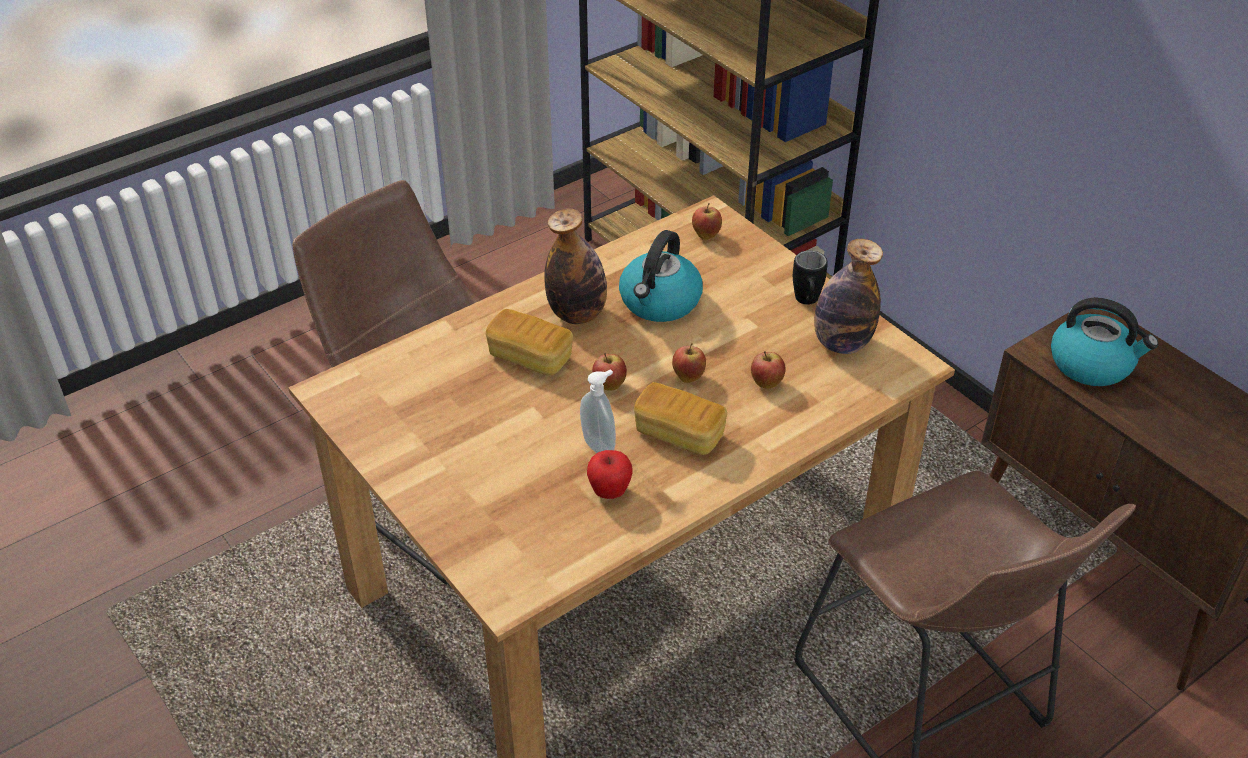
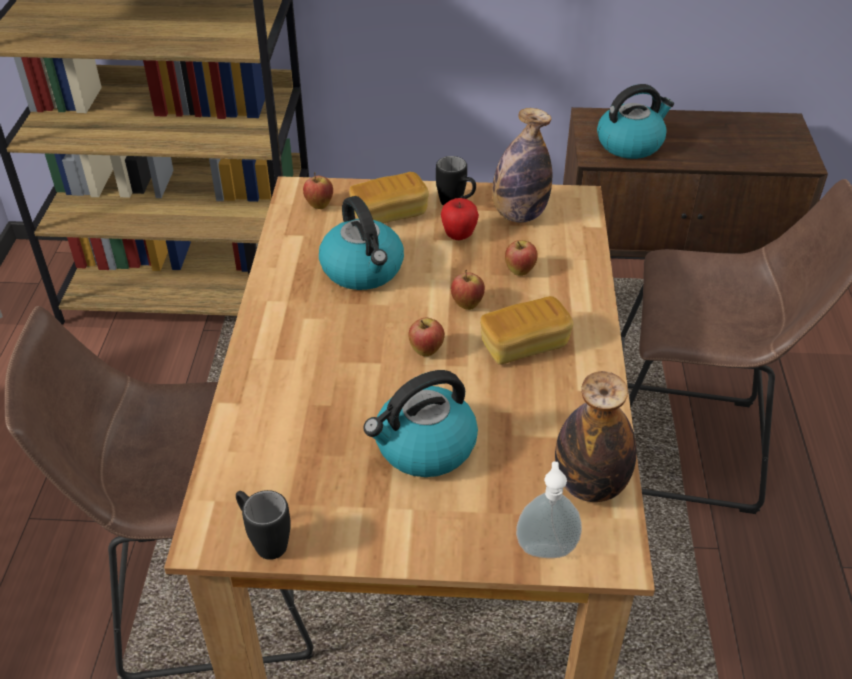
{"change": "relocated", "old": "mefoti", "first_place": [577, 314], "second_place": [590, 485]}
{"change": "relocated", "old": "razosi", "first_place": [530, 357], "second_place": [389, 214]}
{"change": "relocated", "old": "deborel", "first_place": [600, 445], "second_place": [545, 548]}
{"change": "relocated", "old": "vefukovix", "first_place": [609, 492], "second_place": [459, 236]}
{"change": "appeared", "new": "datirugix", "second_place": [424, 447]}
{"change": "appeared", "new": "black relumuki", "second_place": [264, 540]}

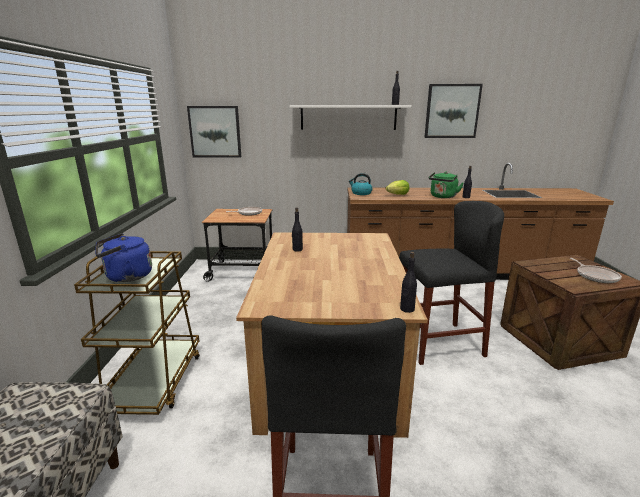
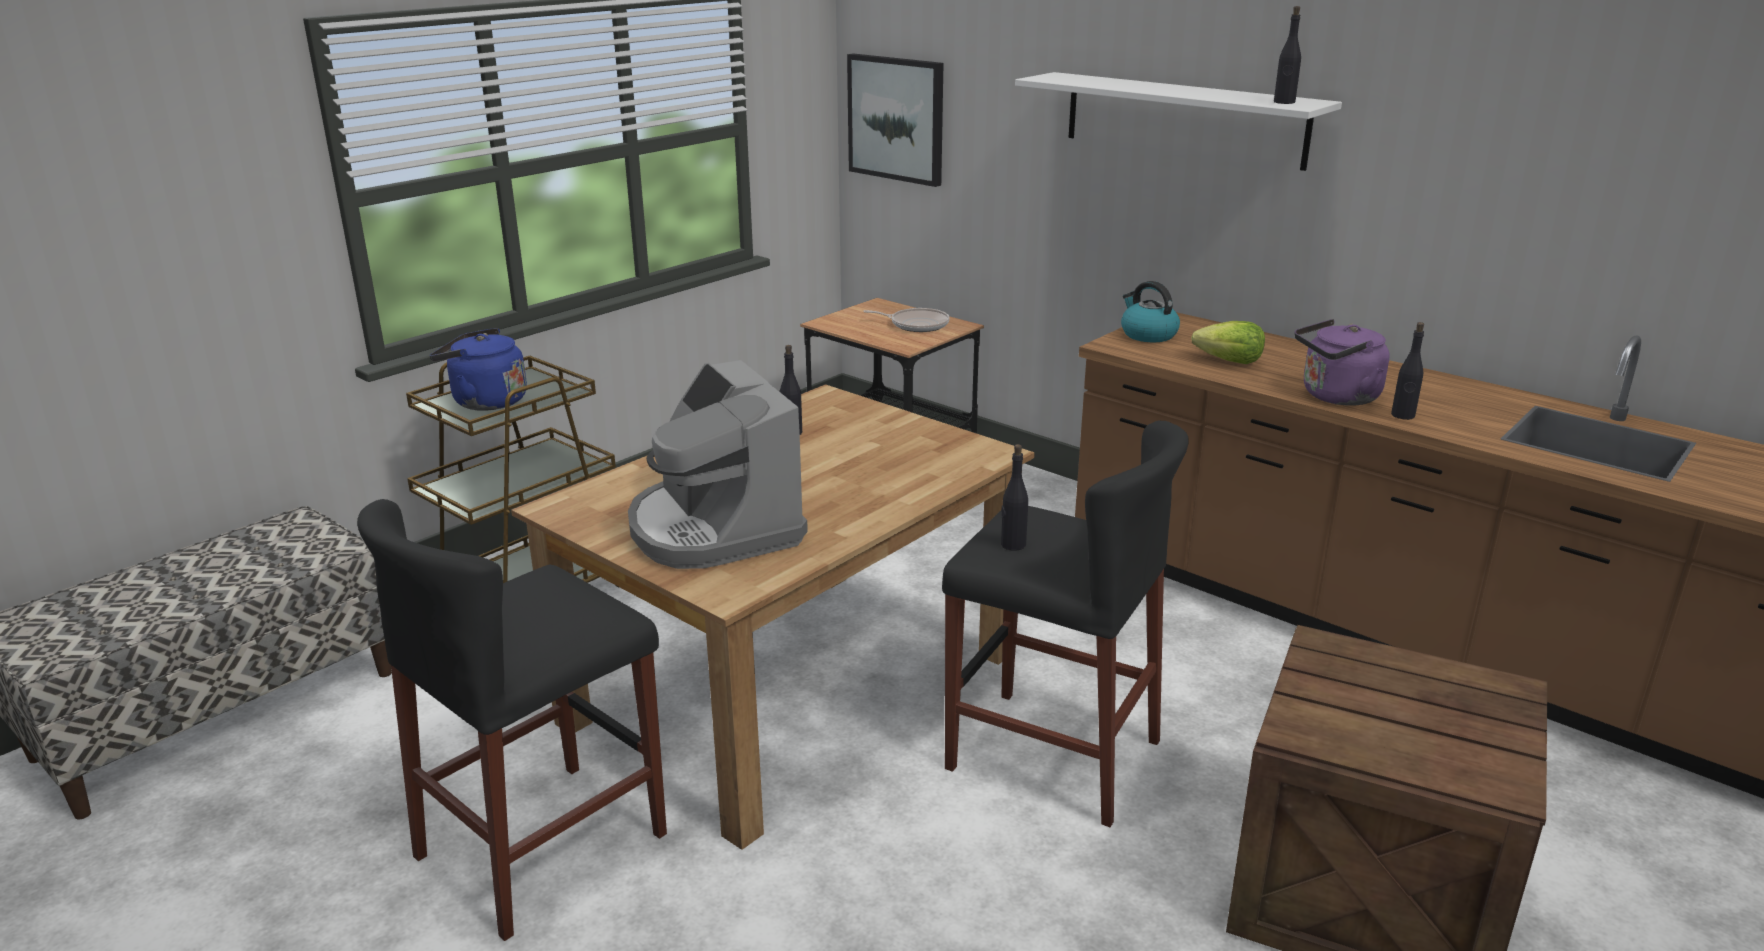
{"change": "missing", "old": "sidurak", "first_place": [452, 111]}
{"change": "colour", "old": "green datirugix", "new": "purple datirugix", "first_place": [442, 197], "second_place": [1336, 397]}
{"change": "relocated", "old": "black mefoti", "first_place": [407, 309], "second_place": [1012, 545]}
{"change": "missing", "old": "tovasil", "first_place": [595, 276]}
{"change": "appeared", "new": "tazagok", "second_place": [714, 528]}

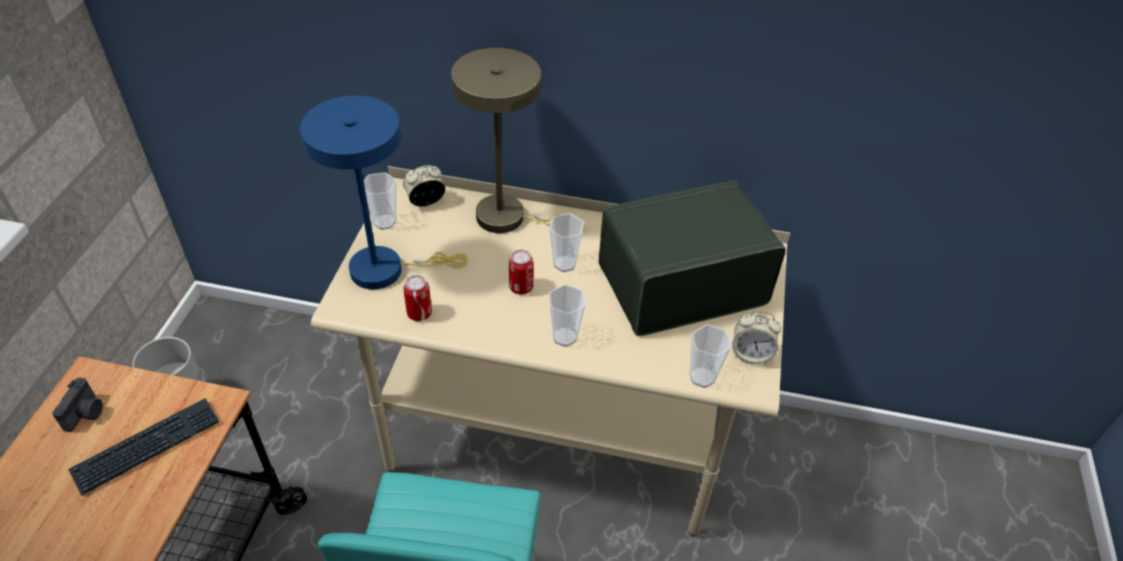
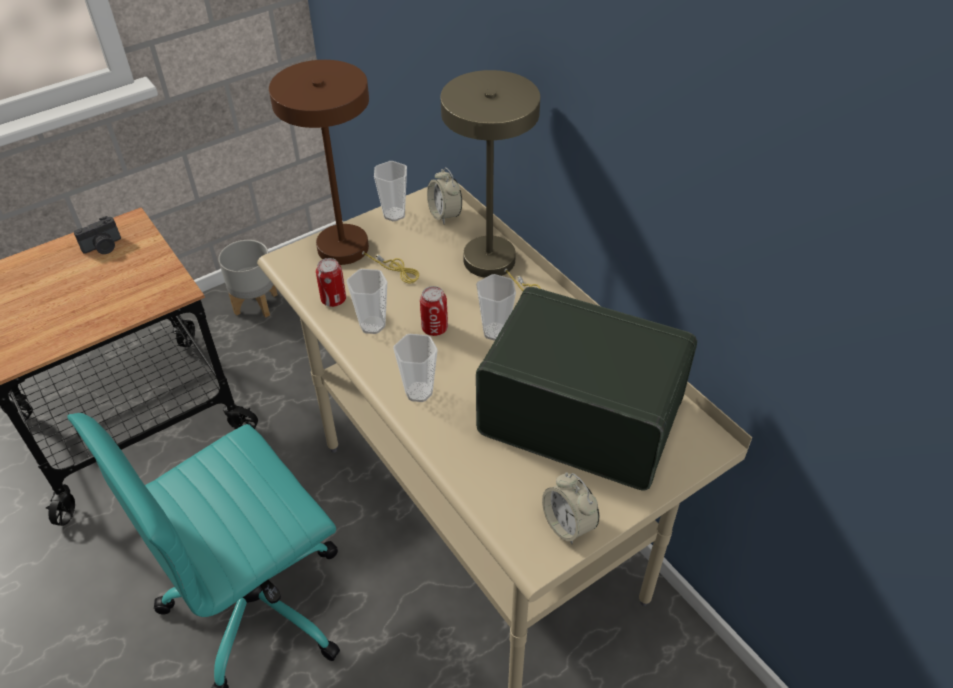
{"change": "colour", "old": "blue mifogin", "new": "brown mifogin", "first_place": [386, 269], "second_place": [352, 251]}
{"change": "spun", "old": "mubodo", "first_place": [425, 201], "second_place": [445, 215], "degrees": -135}
{"change": "relocated", "old": "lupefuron", "first_place": [702, 377], "second_place": [372, 325]}
{"change": "missing", "old": "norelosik", "first_place": [147, 447]}

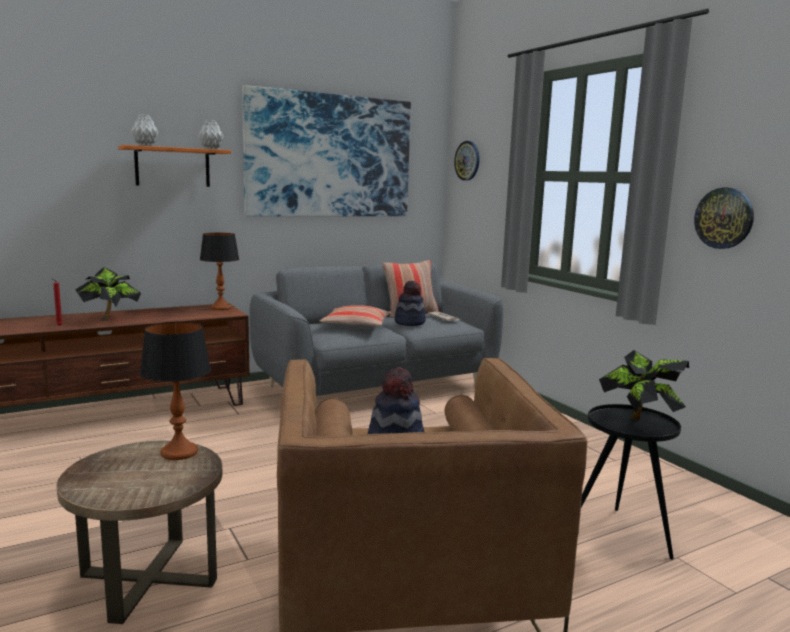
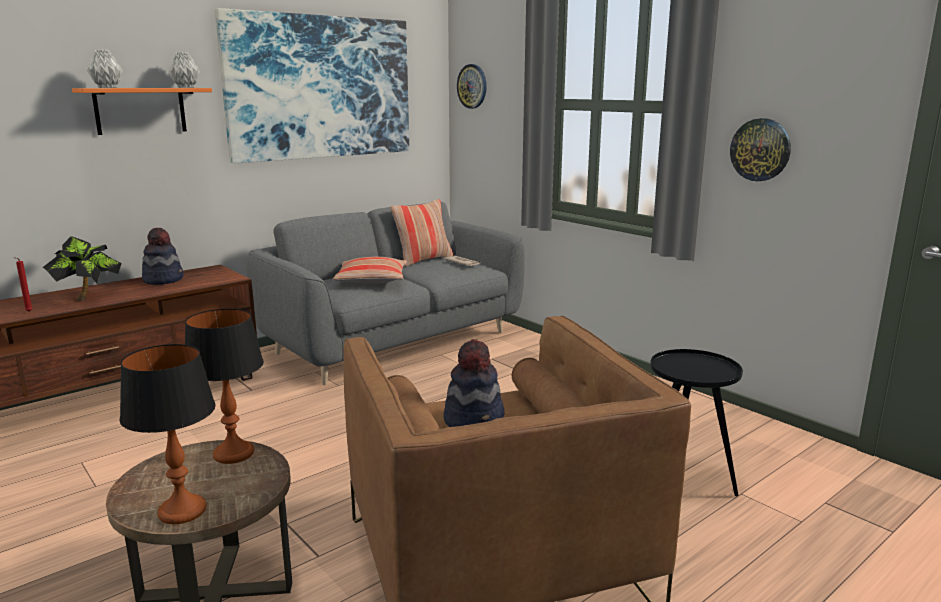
{"change": "relocated", "old": "mifogin", "first_place": [220, 308], "second_place": [181, 511]}
{"change": "relocated", "old": "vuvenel", "first_place": [410, 322], "second_place": [163, 280]}
{"change": "missing", "old": "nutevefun", "first_place": [639, 422]}

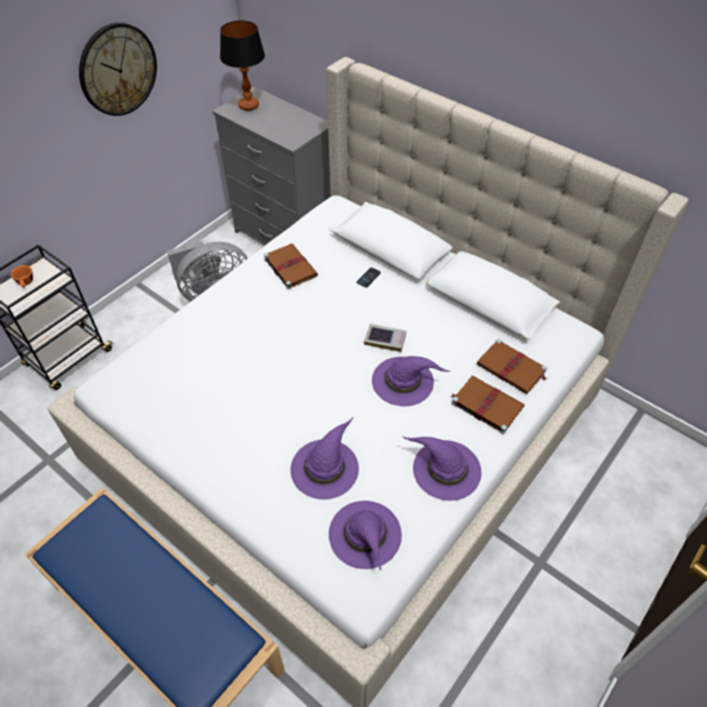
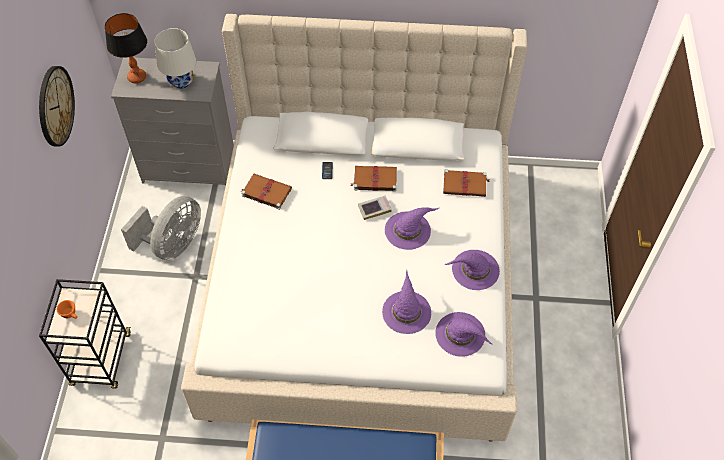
{"change": "relocated", "old": "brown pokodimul", "first_place": [486, 405], "second_place": [374, 179]}
{"change": "appeared", "new": "white mifogin", "second_place": [181, 81]}

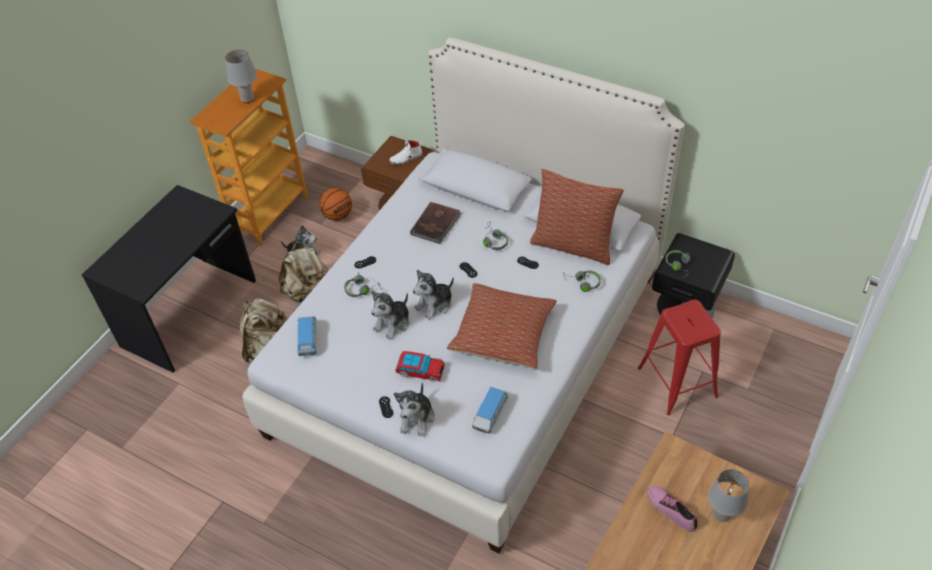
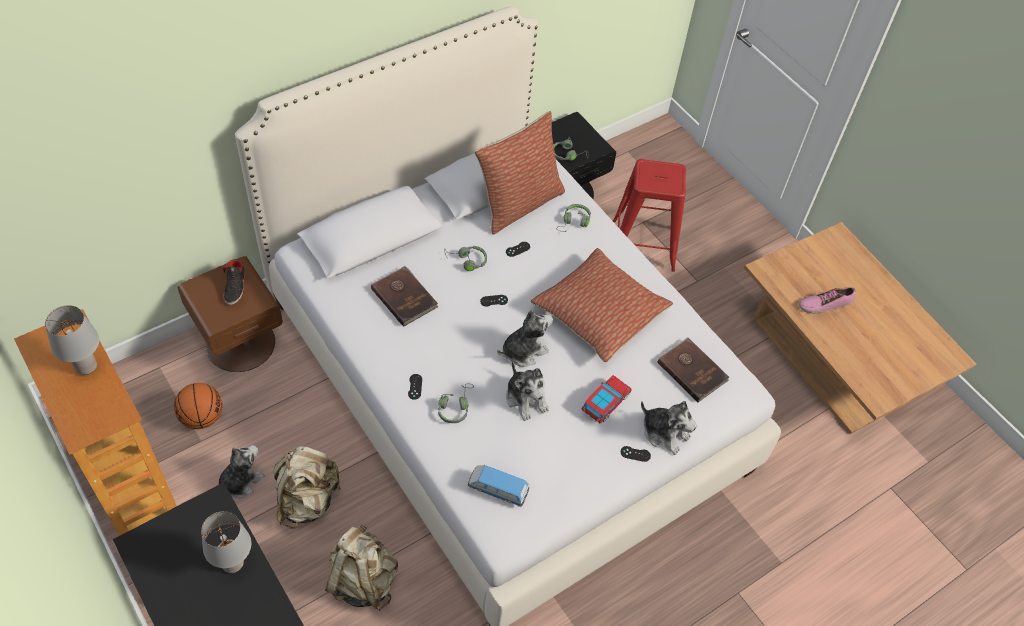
{"change": "colour", "old": "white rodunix", "new": "black rodunix", "first_place": [406, 159], "second_place": [235, 287]}
{"change": "spun", "old": "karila", "first_place": [435, 304], "second_place": [523, 350], "degrees": -105}
{"change": "exchanged", "old": "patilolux", "new": "brown pokodimul", "first_place": [490, 414], "second_place": [692, 370]}
{"change": "relocated", "old": "grey mifogin", "first_place": [721, 514], "second_place": [233, 563]}

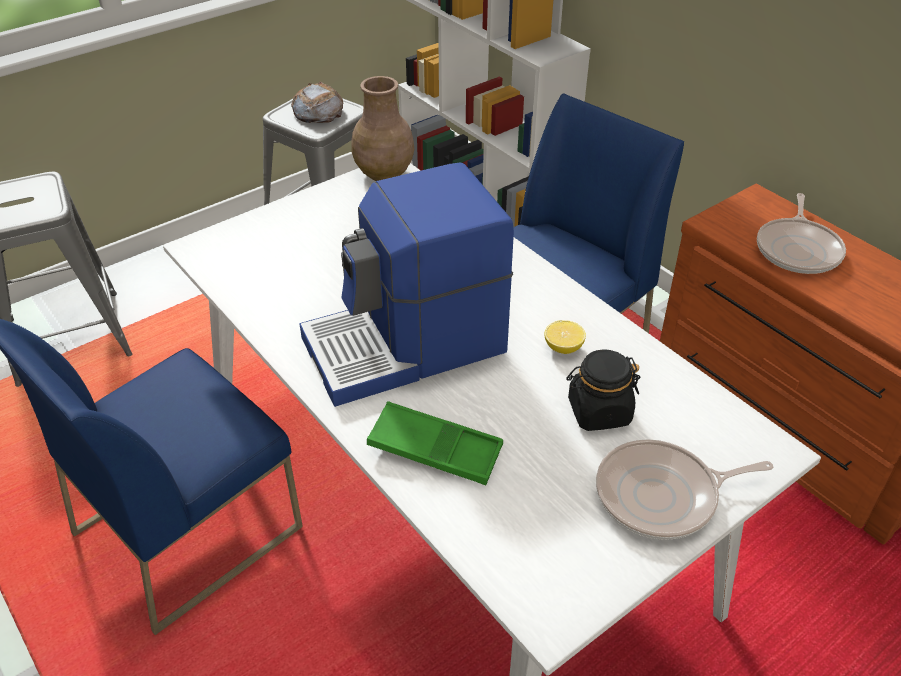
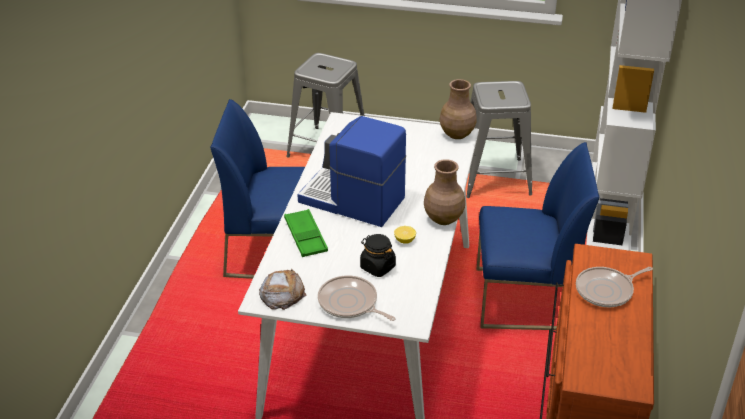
{"change": "relocated", "old": "razosi", "first_place": [317, 111], "second_place": [282, 293]}
{"change": "appeared", "new": "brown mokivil", "second_place": [443, 219]}

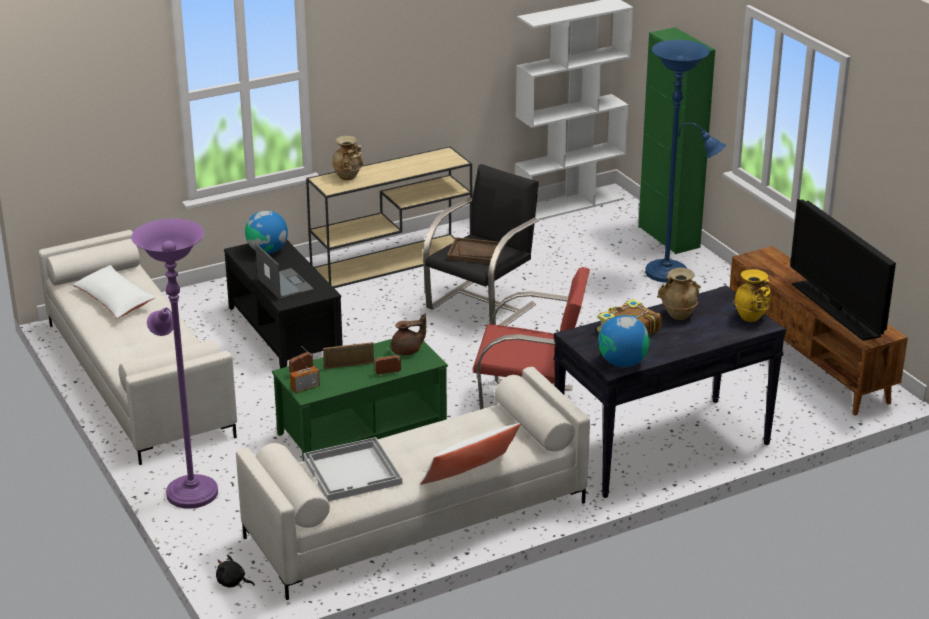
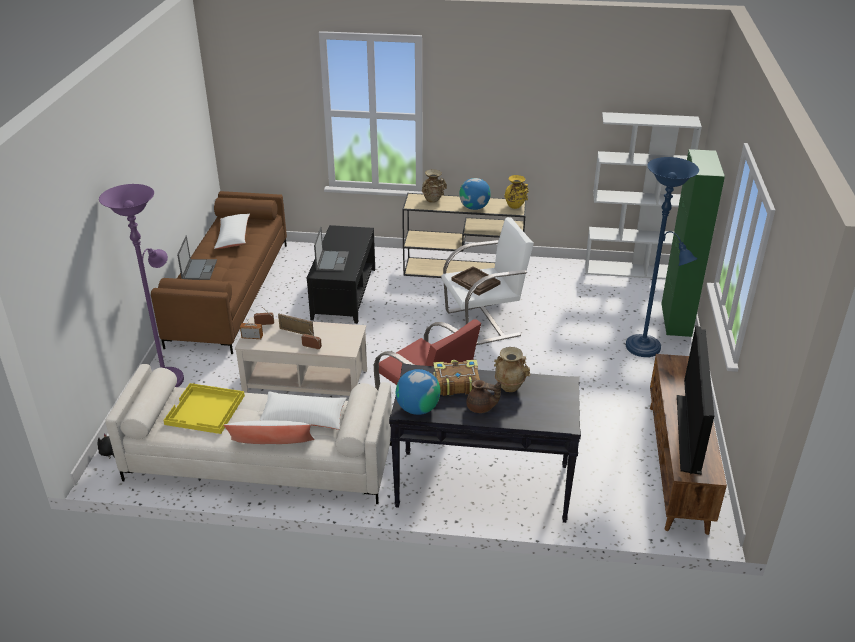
{"change": "colour", "old": "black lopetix", "new": "white lopetix", "first_place": [482, 306], "second_place": [483, 323]}
{"change": "relocated", "old": "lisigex", "first_place": [267, 250], "second_place": [474, 207]}
{"change": "colour", "old": "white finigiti", "new": "brown finigiti", "first_place": [137, 378], "second_place": [229, 292]}
{"change": "relocated", "old": "yellow mokivil", "first_place": [751, 317], "second_place": [515, 206]}
{"change": "relocated", "old": "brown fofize", "first_place": [407, 351], "second_place": [481, 408]}
{"change": "colour", "old": "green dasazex", "new": "beige dasazex", "first_place": [362, 431], "second_place": [305, 381]}
{"change": "colour", "old": "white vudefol", "new": "yellow vudefol", "first_place": [353, 472], "second_place": [205, 410]}
{"change": "appeared", "new": "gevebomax", "second_place": [199, 269]}
{"change": "appeared", "new": "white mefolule", "second_place": [303, 417]}

